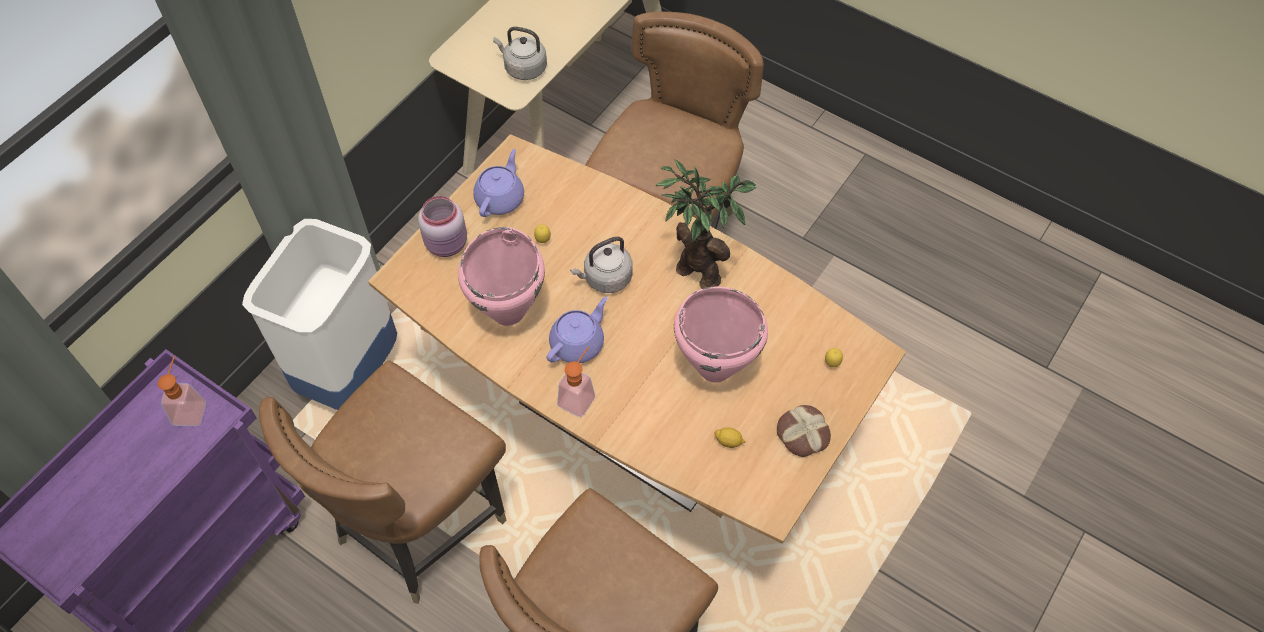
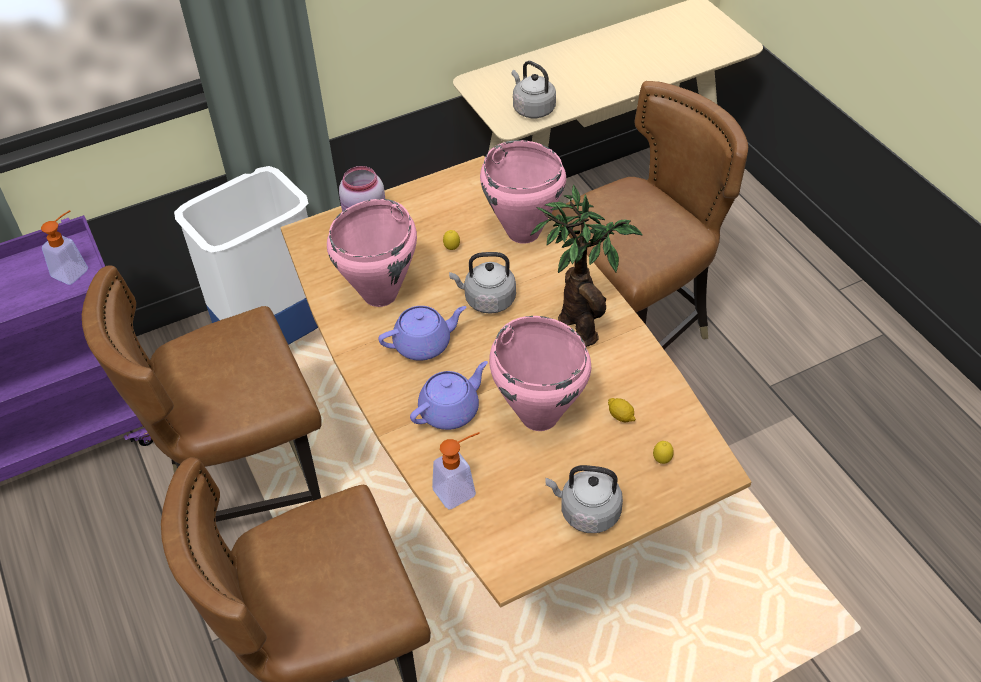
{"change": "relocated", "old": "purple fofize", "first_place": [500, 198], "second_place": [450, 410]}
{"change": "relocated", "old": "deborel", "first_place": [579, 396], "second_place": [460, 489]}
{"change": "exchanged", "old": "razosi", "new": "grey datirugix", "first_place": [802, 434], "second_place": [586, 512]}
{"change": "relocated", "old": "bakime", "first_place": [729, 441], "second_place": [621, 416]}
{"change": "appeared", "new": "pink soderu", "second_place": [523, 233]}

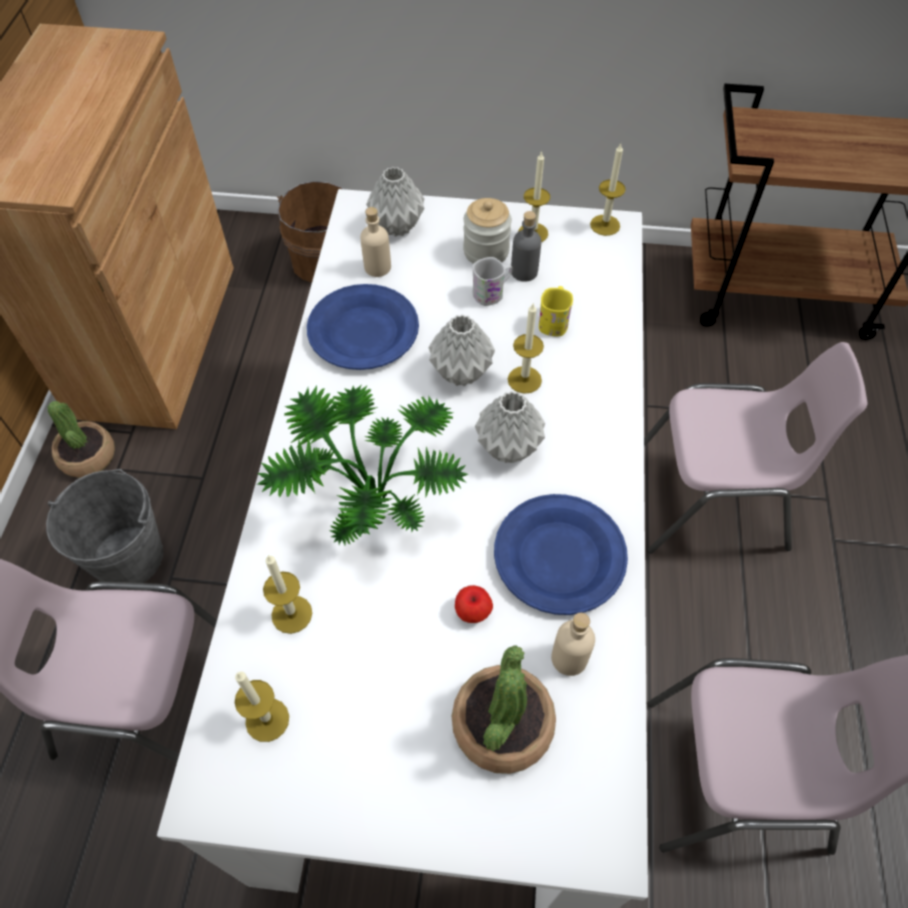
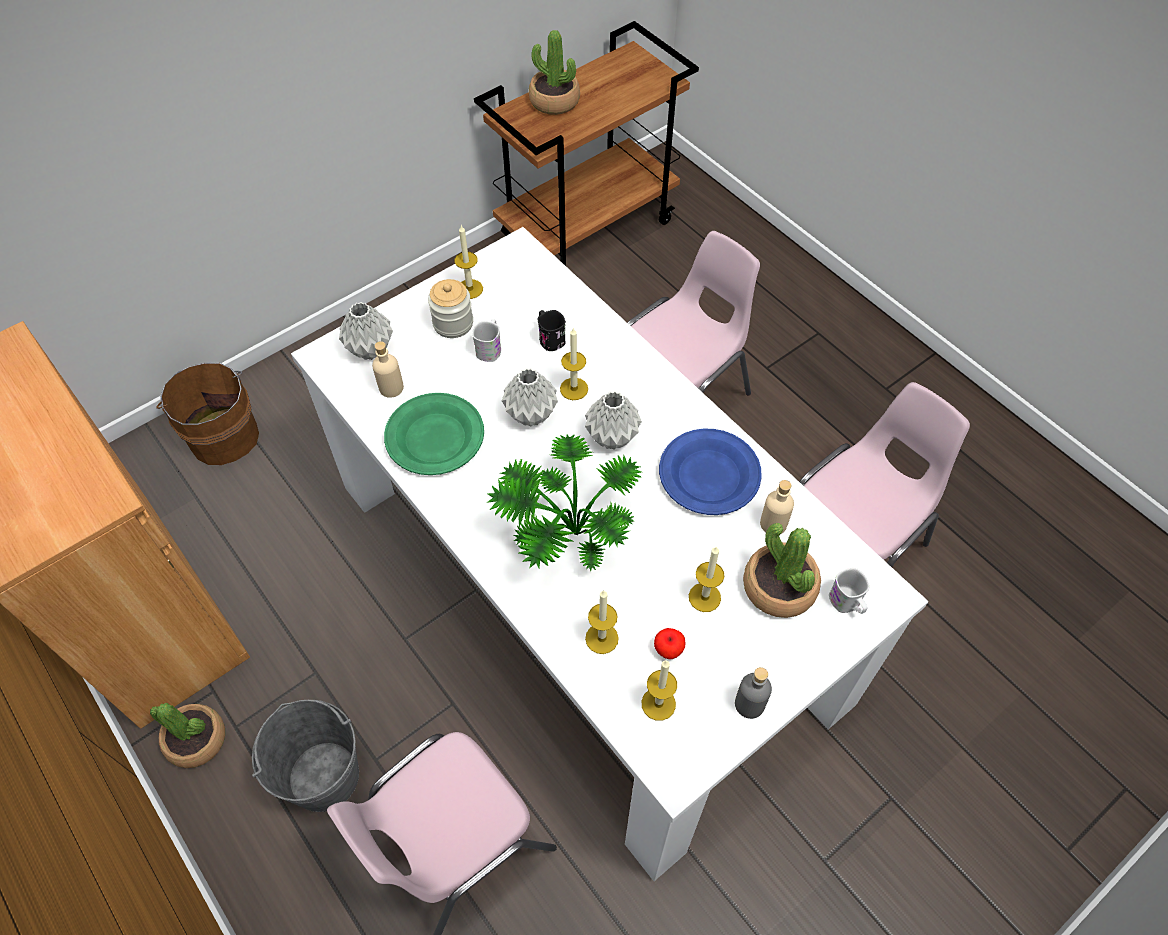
{"change": "relocated", "old": "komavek", "first_place": [605, 225], "second_place": [704, 597]}
{"change": "relocated", "old": "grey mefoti", "first_place": [524, 271], "second_place": [749, 704]}
{"change": "colour", "old": "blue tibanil", "new": "green tibanil", "first_place": [362, 331], "second_place": [434, 438]}
{"change": "colour", "old": "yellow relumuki", "new": "black relumuki", "first_place": [554, 321], "second_place": [550, 338]}
{"change": "relocated", "old": "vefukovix", "first_place": [473, 611], "second_place": [668, 649]}
{"change": "appeared", "new": "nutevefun", "second_place": [554, 101]}
{"change": "appeared", "new": "white relumuki", "second_place": [847, 604]}

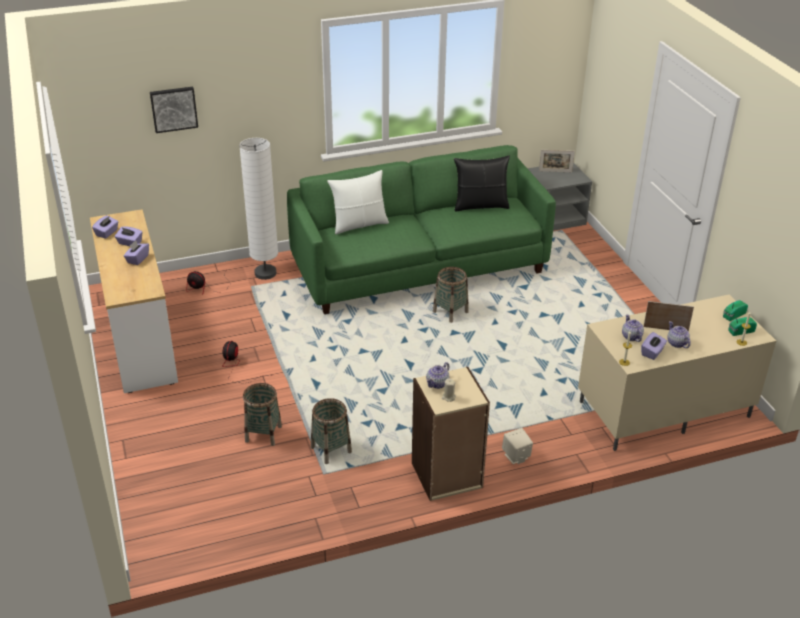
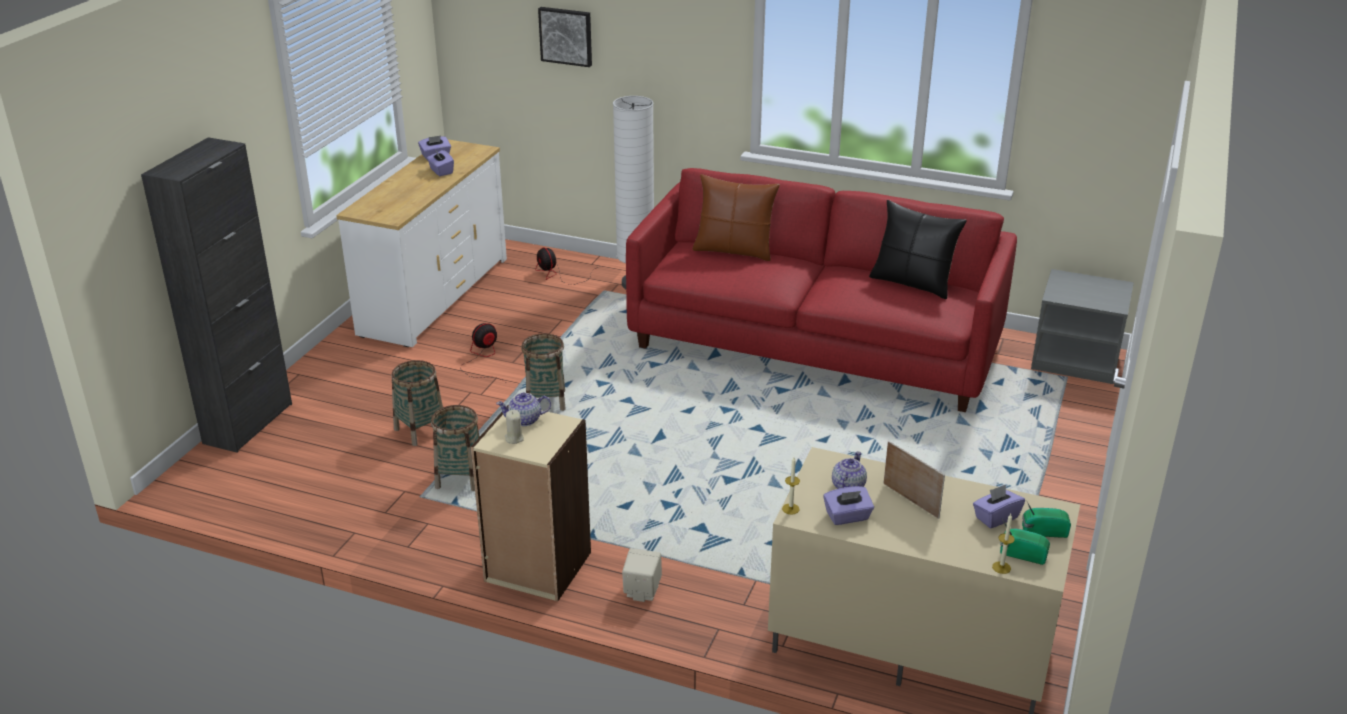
{"change": "colour", "old": "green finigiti", "new": "red finigiti", "first_place": [419, 267], "second_place": [815, 345]}
{"change": "missing", "old": "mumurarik", "first_place": [555, 171]}
{"change": "colour", "old": "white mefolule", "new": "brown mefolule", "first_place": [359, 224], "second_place": [734, 250]}
{"change": "relocated", "old": "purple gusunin", "first_place": [137, 259], "second_place": [996, 517]}
{"change": "relocated", "old": "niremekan", "first_place": [450, 312], "second_place": [546, 401]}
{"change": "missing", "old": "fofize", "first_place": [676, 343]}
{"change": "appeared", "new": "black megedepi", "second_place": [248, 423]}

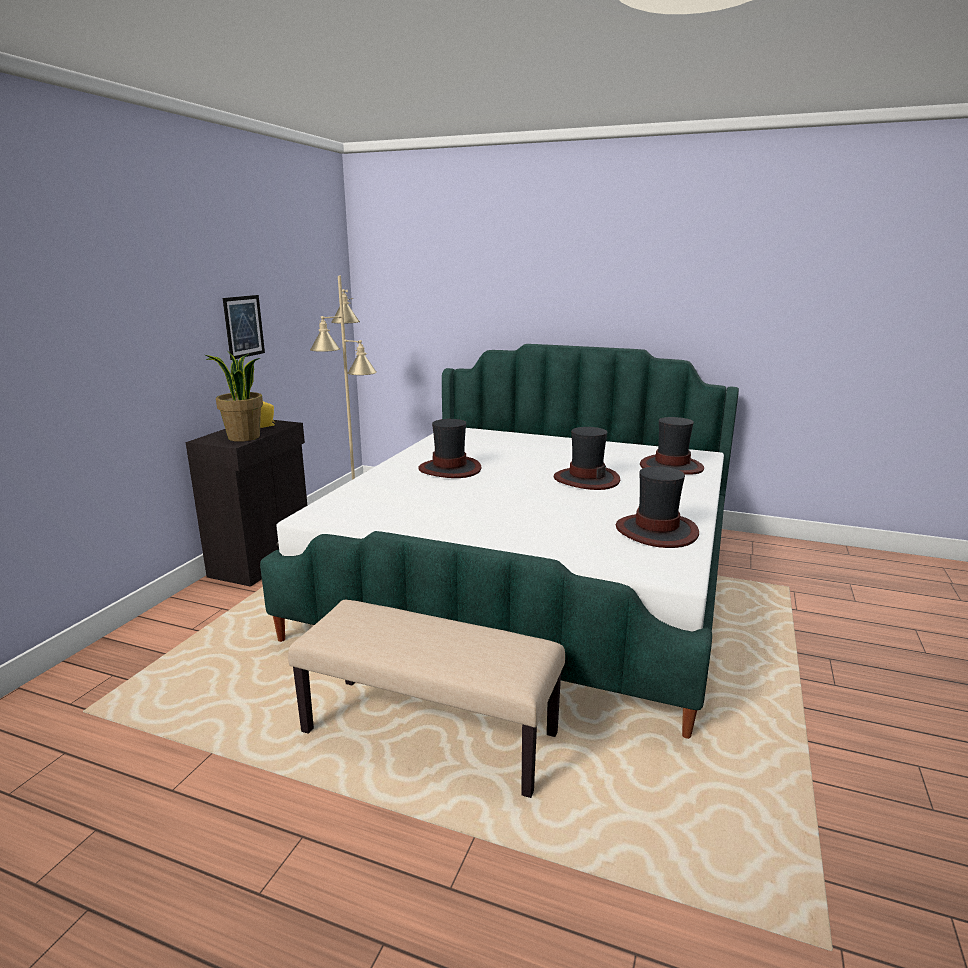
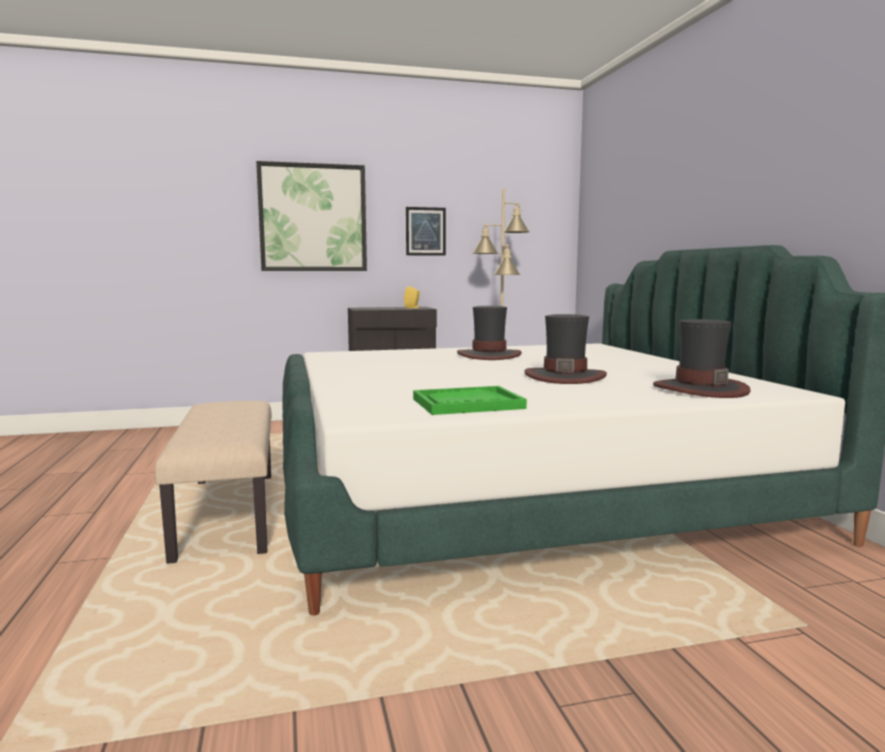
{"change": "missing", "old": "nutevefun", "first_place": [243, 437]}
{"change": "exchanged", "old": "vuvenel", "new": "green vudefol", "first_place": [656, 531], "second_place": [467, 404]}
{"change": "appeared", "new": "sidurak", "second_place": [313, 218]}

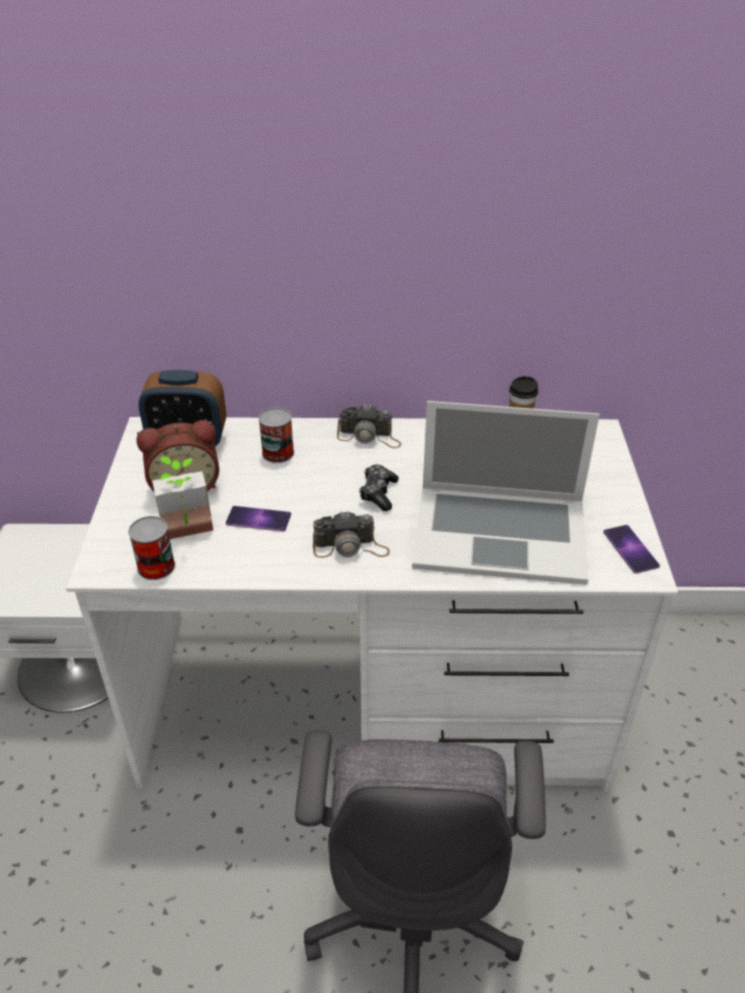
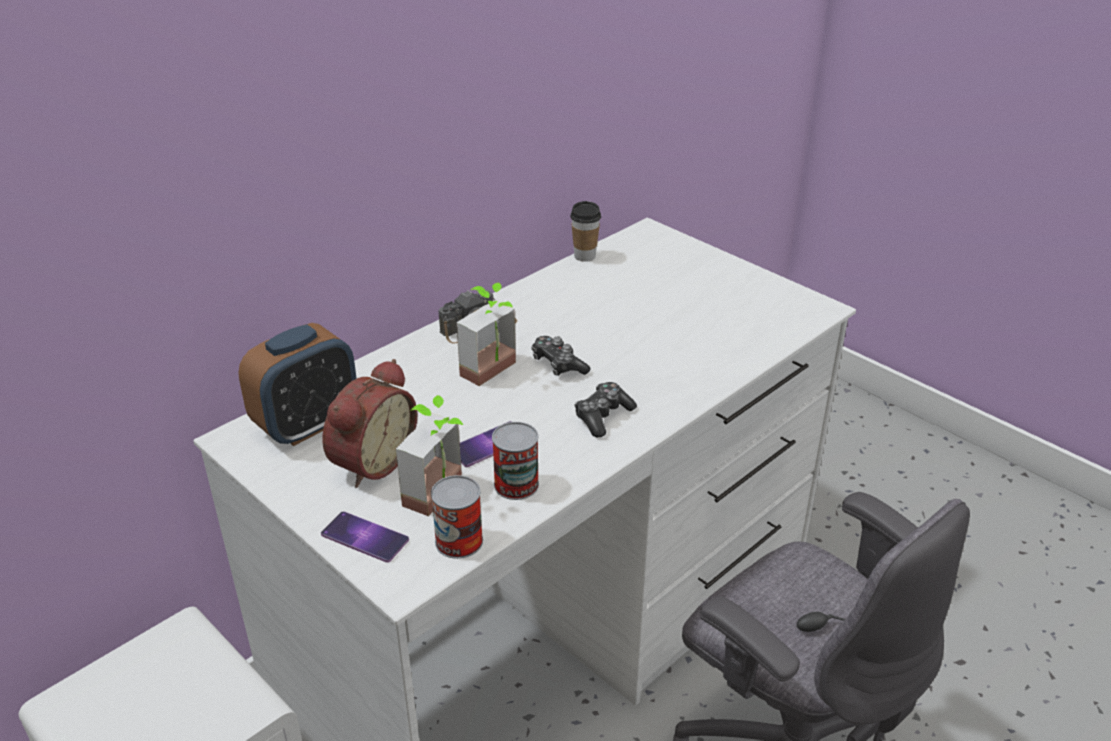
{"change": "missing", "old": "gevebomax", "first_place": [500, 532]}
{"change": "relocated", "old": "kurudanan", "first_place": [278, 453], "second_place": [516, 484]}
{"change": "exchanged", "old": "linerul", "new": "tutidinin", "first_place": [350, 547], "second_place": [603, 416]}
{"change": "relocated", "old": "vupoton", "first_place": [630, 549], "second_place": [365, 537]}
{"change": "appeared", "new": "nutevefun", "second_place": [496, 373]}

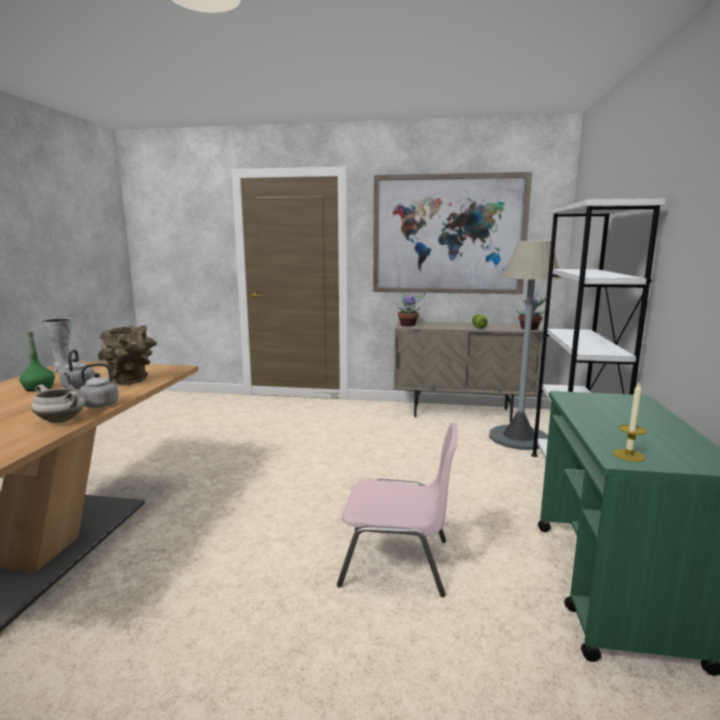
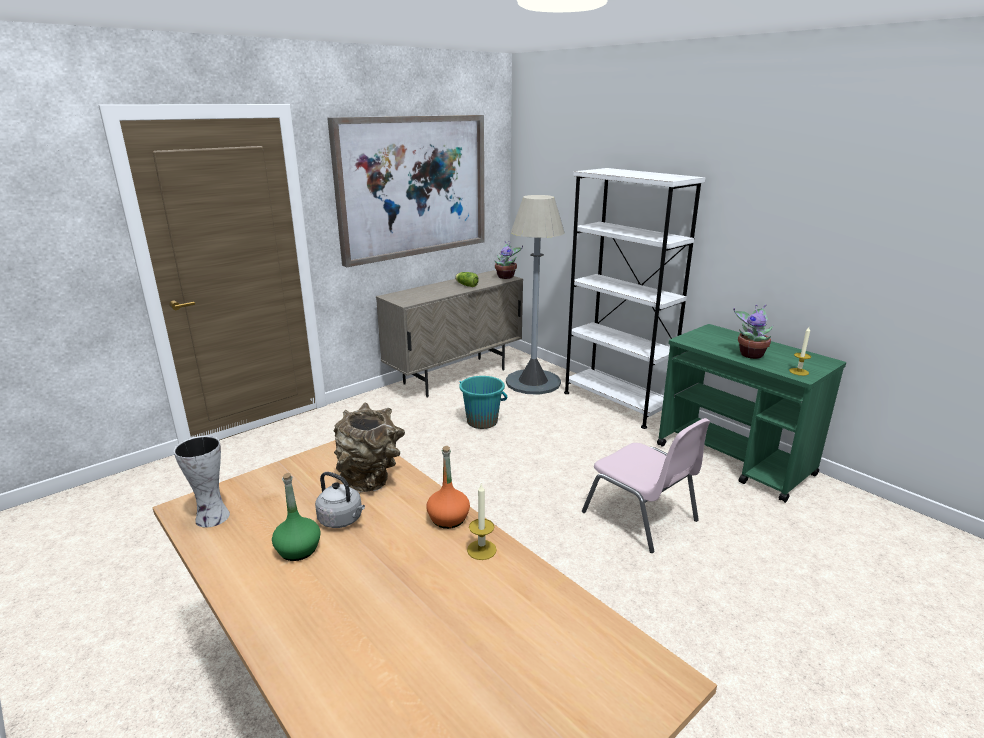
{"change": "relocated", "old": "nutevefun", "first_place": [408, 325], "second_place": [750, 354]}
{"change": "exchanged", "old": "grey datirugix", "new": "orange mefoti", "first_place": [97, 405], "second_place": [448, 519]}
{"change": "exchanged", "old": "white soderu", "new": "komavek", "first_place": [62, 420], "second_place": [481, 550]}
{"change": "spun", "old": "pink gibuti", "first_place": [397, 562], "second_place": [641, 517], "degrees": 90}
{"change": "appeared", "new": "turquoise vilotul", "second_place": [482, 421]}

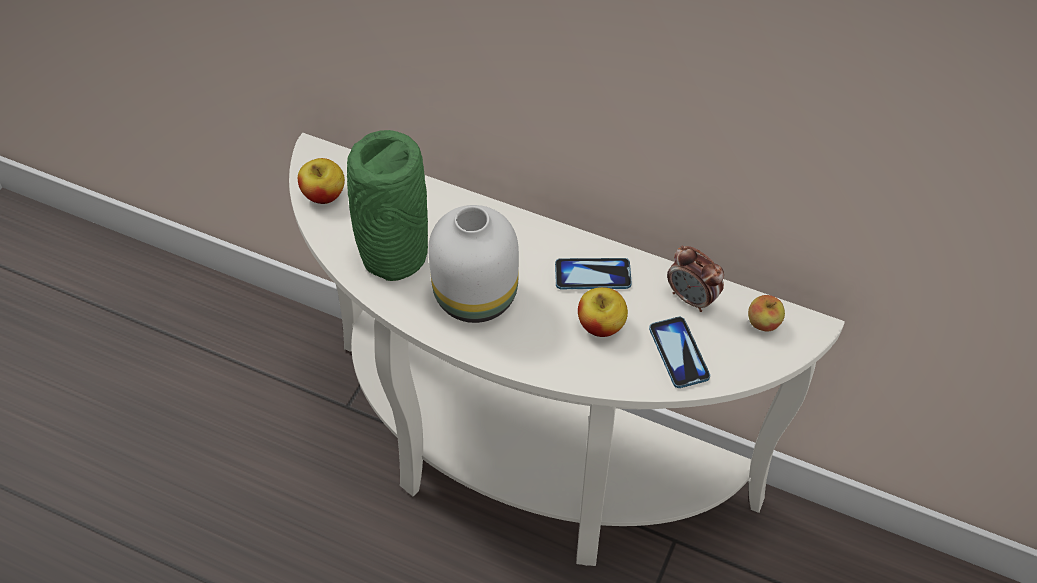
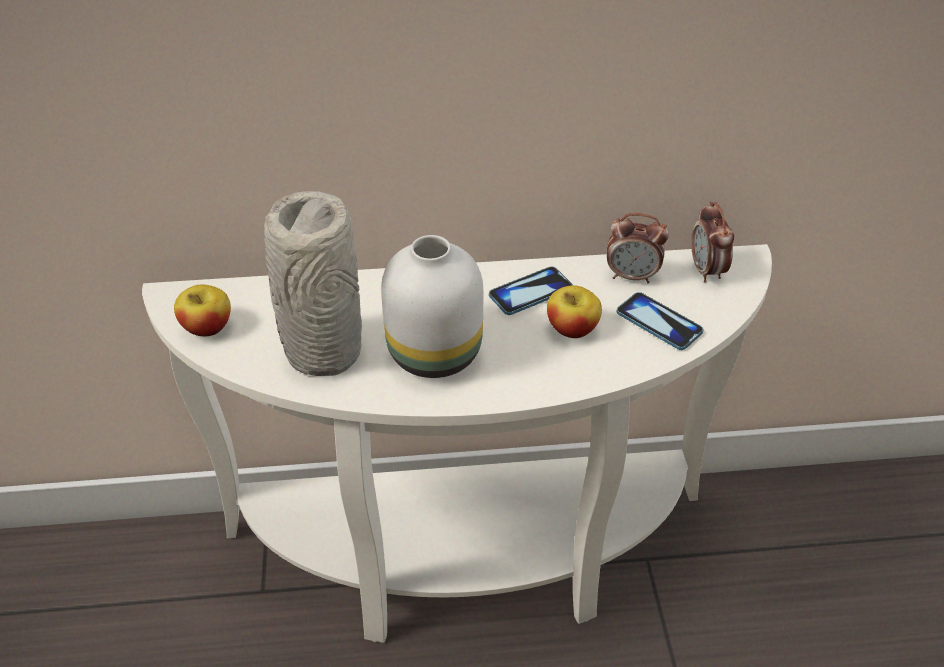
{"change": "colour", "old": "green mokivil", "new": "grey mokivil", "first_place": [392, 255], "second_place": [322, 352]}
{"change": "exchanged", "old": "vefukovix", "new": "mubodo", "first_place": [763, 323], "second_place": [706, 271]}

